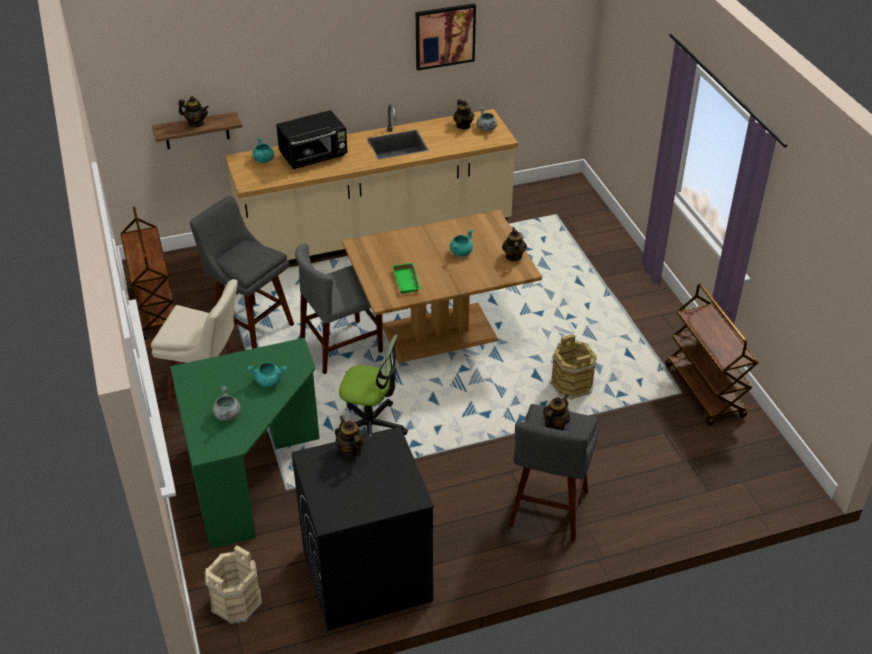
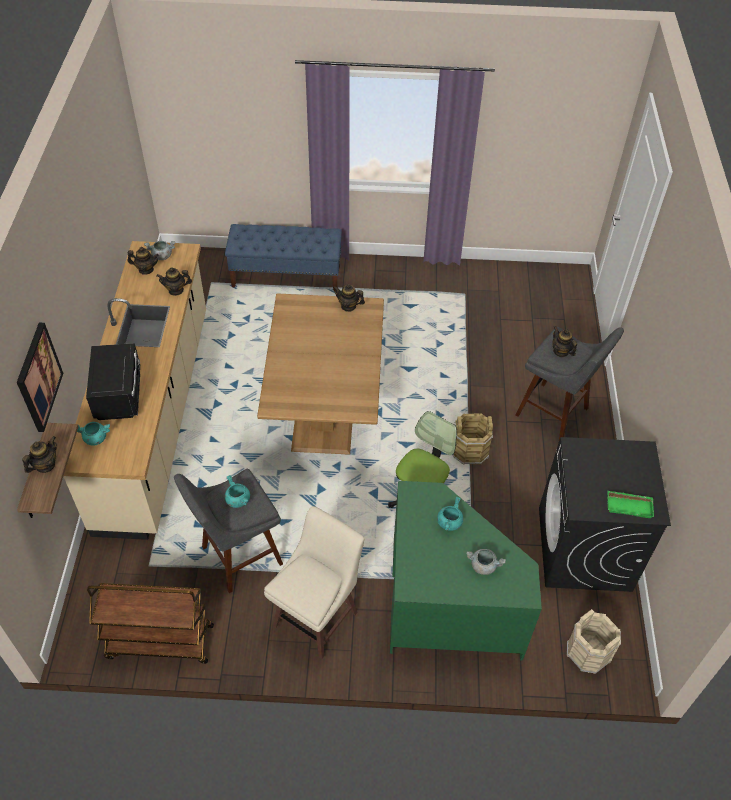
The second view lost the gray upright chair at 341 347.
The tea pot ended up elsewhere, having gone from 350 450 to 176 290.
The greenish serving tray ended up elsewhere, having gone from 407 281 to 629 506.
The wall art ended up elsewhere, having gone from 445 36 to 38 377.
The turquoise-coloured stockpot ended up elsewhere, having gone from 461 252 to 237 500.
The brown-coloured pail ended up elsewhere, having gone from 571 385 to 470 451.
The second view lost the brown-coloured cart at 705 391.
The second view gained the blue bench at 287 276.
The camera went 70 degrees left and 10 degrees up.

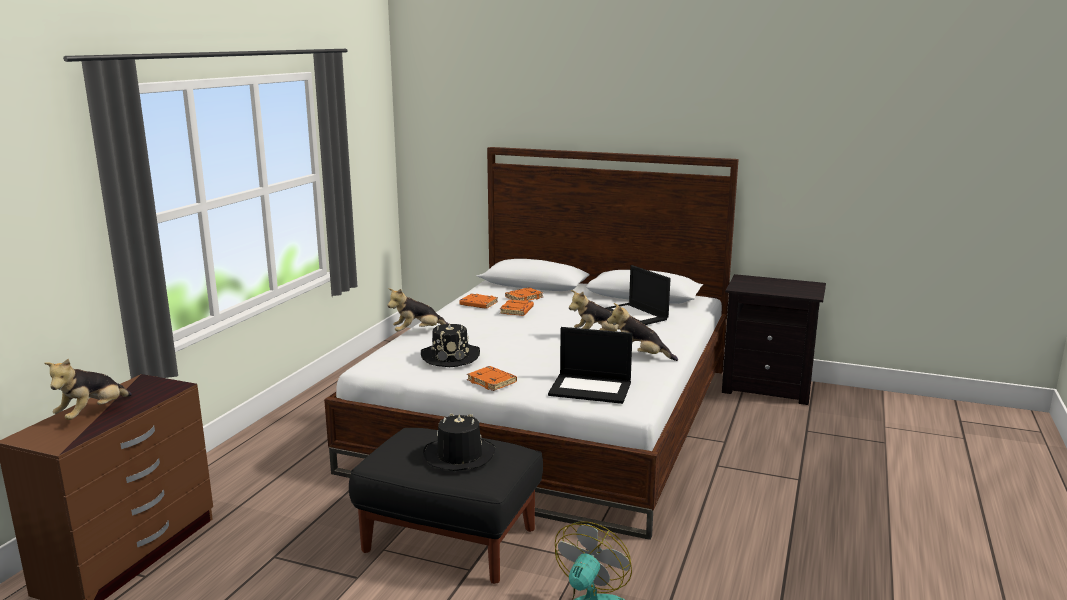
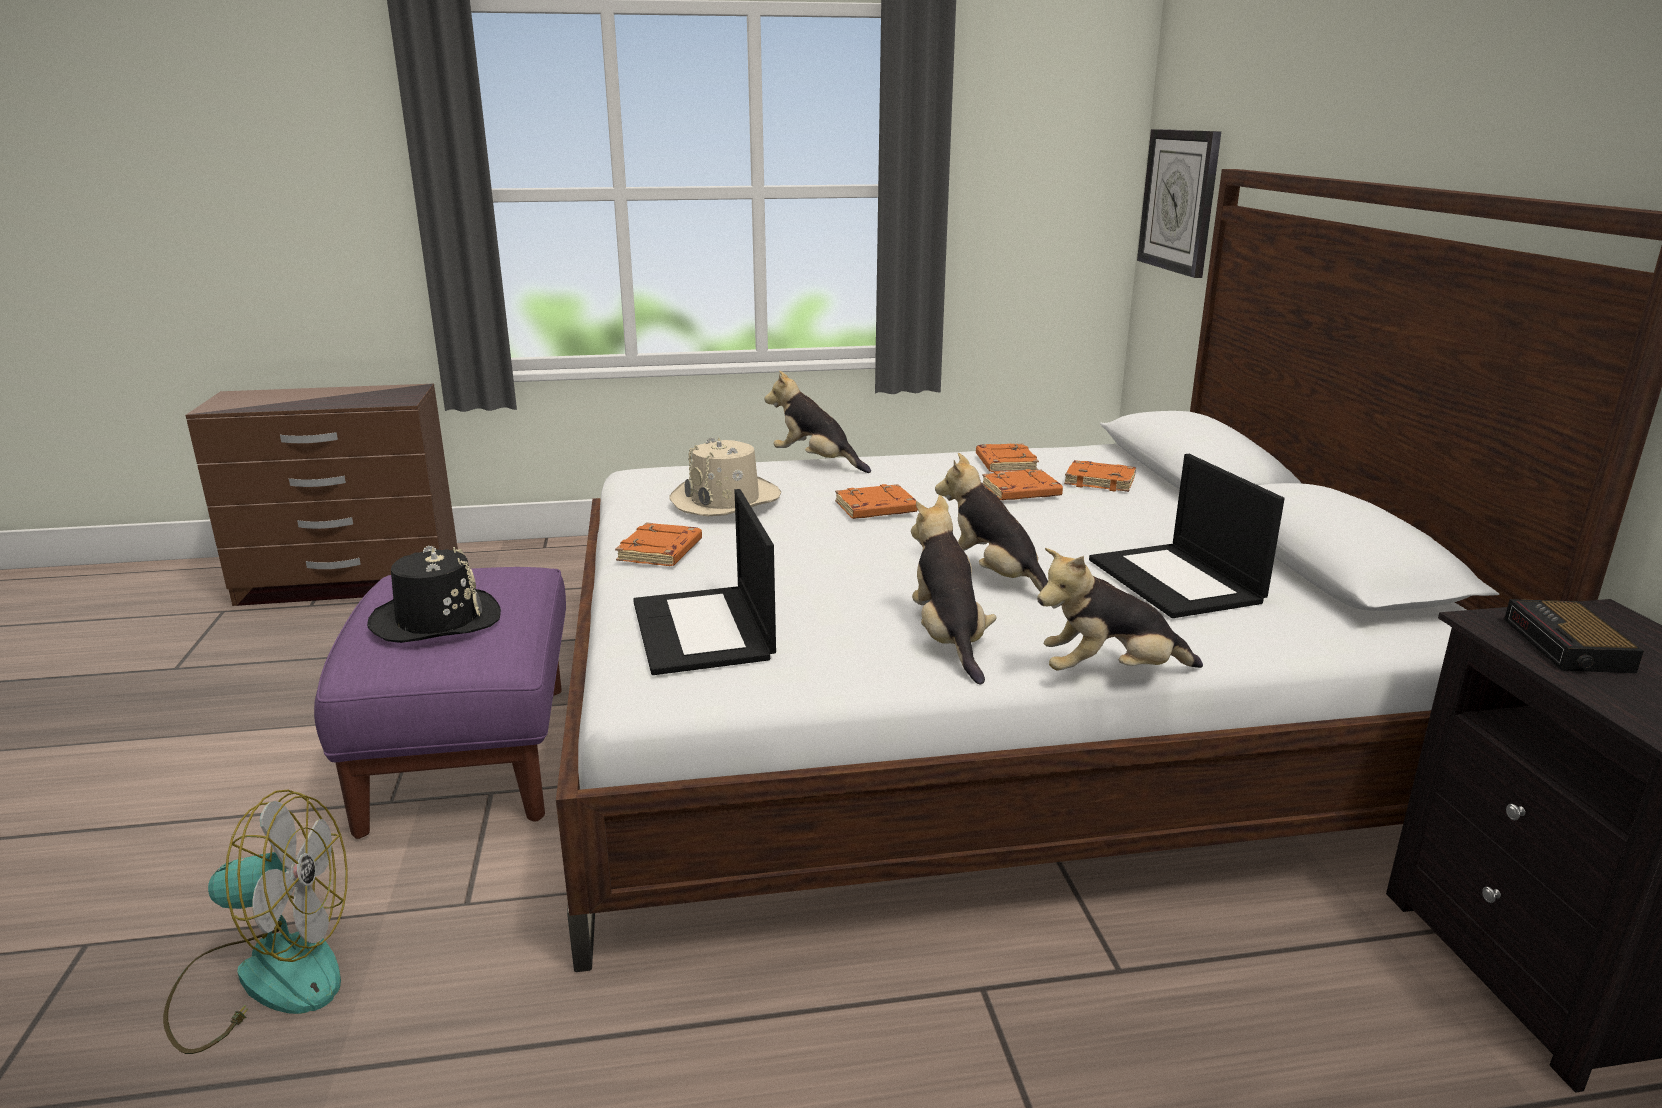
The plush toy ended up elsewhere, having gone from 92 414 to 1110 673.
What was the black-coloured ottoman at 451 540 turned into the purple ottoman at 469 758.
What was the black-coloured wearable hat at 450 356 turned into the sand-coloured wearable hat at 726 500.
The portable computer at 634 315 ended up facing another way, 45 degrees counterclockwise from before.
The second view gained the orange book at 875 509.
The second view gained the clock on the wall at 1179 201.
The second view gained the table clock at 1568 646.
The camera went 60 degrees right and 5 degrees up.

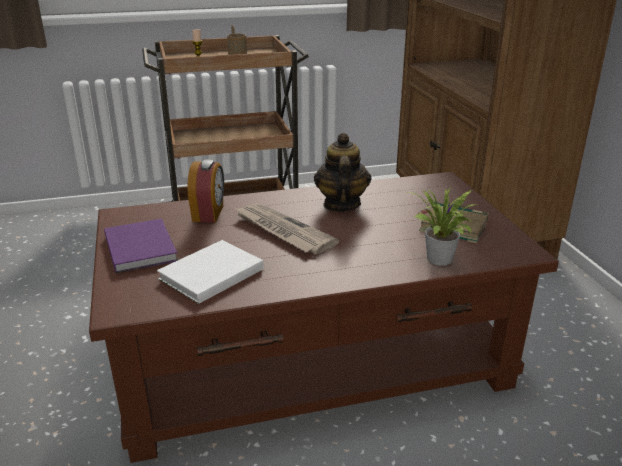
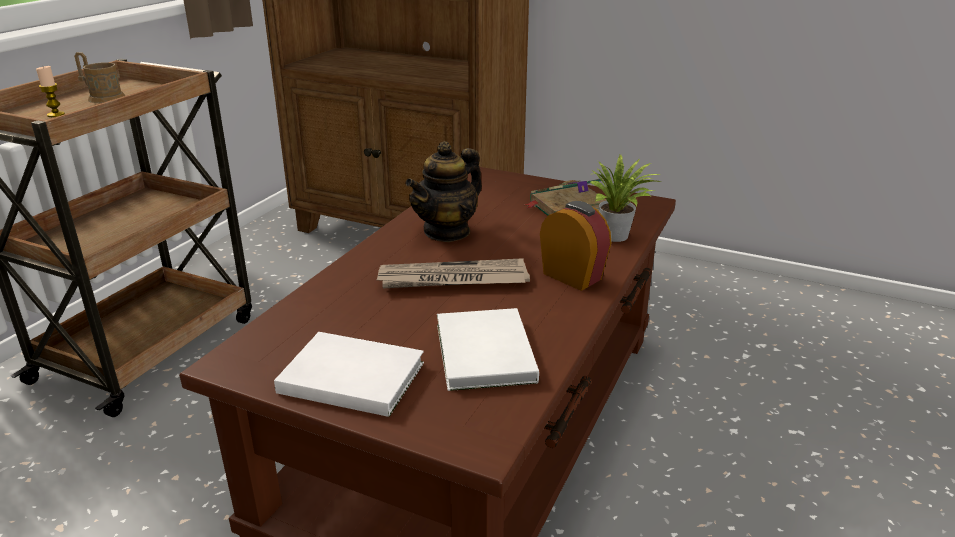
What was the purple book at 141 247 turned into the white book at 349 376.
The table clock ended up elsewhere, having gone from 209 214 to 573 276.
The tea pot at 341 205 ended up facing another way, 90 degrees counterclockwise from before.
The camera went 50 degrees left and 0 degrees up.

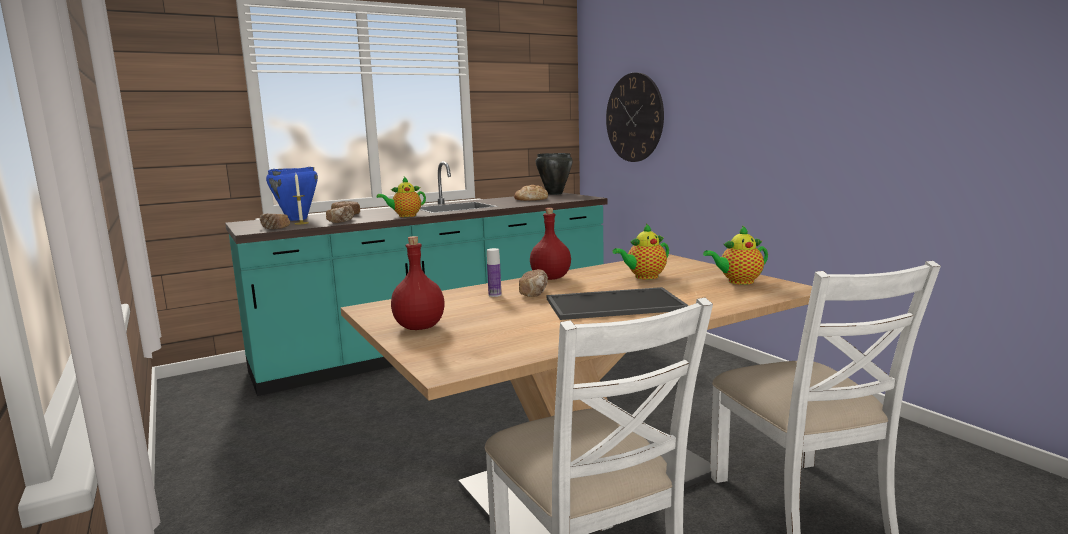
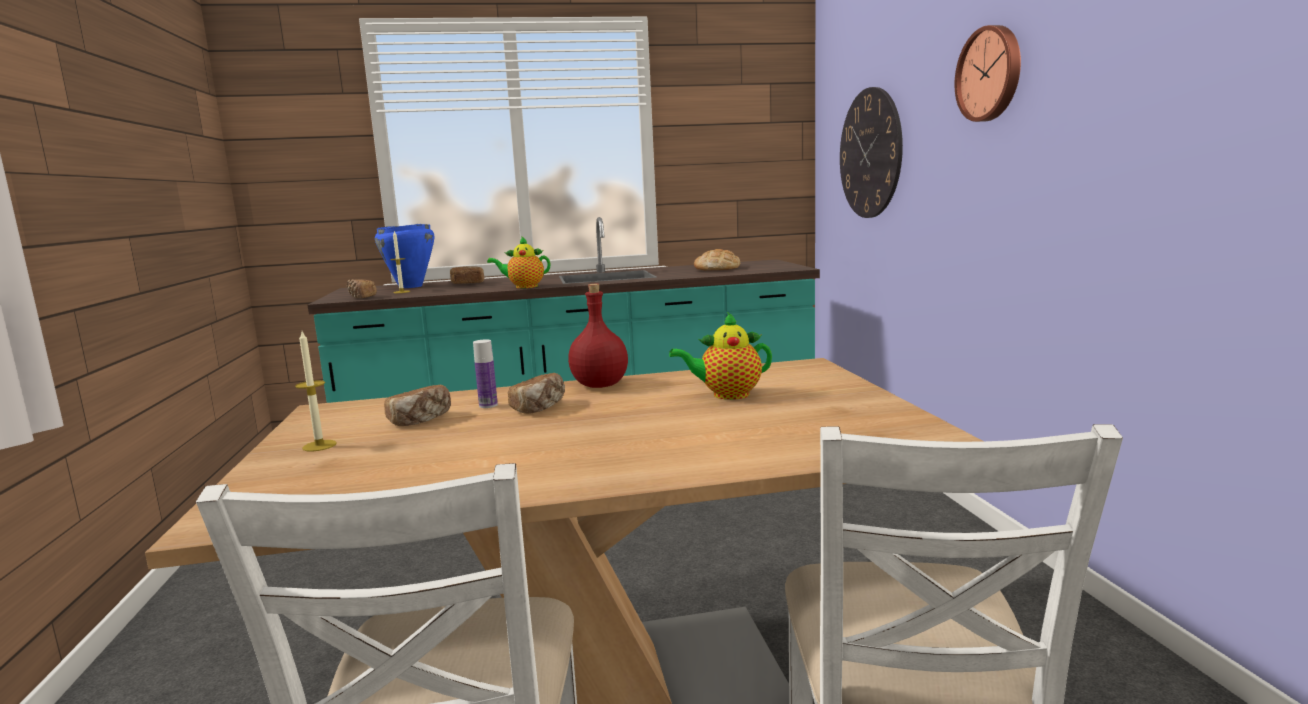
The bread ended up elsewhere, having gone from 342 221 to 421 420.
Where the red bottle stood at 419 327, the candle came to stand at 319 445.
The second view lost the black-coloured stockpot at 554 194.
The second view lost the serving tray at 615 304.
The second view lost the tea pot at 738 282.
The second view gained the clock on the wall at 990 74.
The camera went 20 degrees right and 0 degrees up.

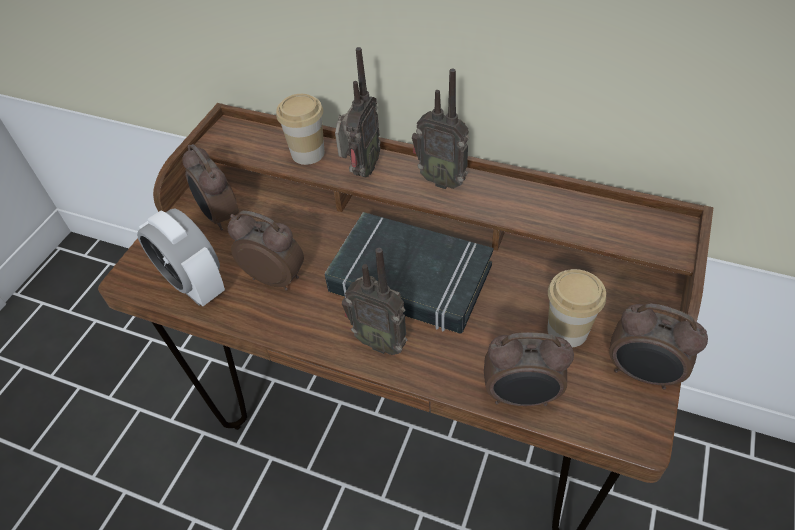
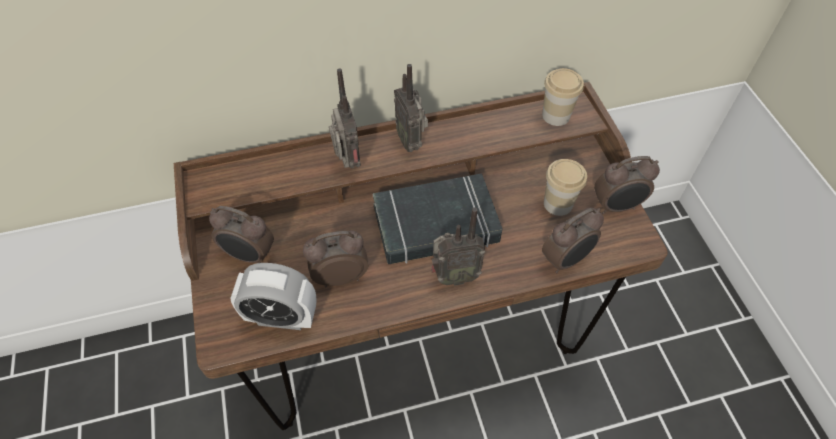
The cup ended up elsewhere, having gone from 308 153 to 556 115.
The radio set at 442 179 ended up facing another way, 75 degrees clockwise from before.
The camera went 40 degrees left and 5 degrees up.

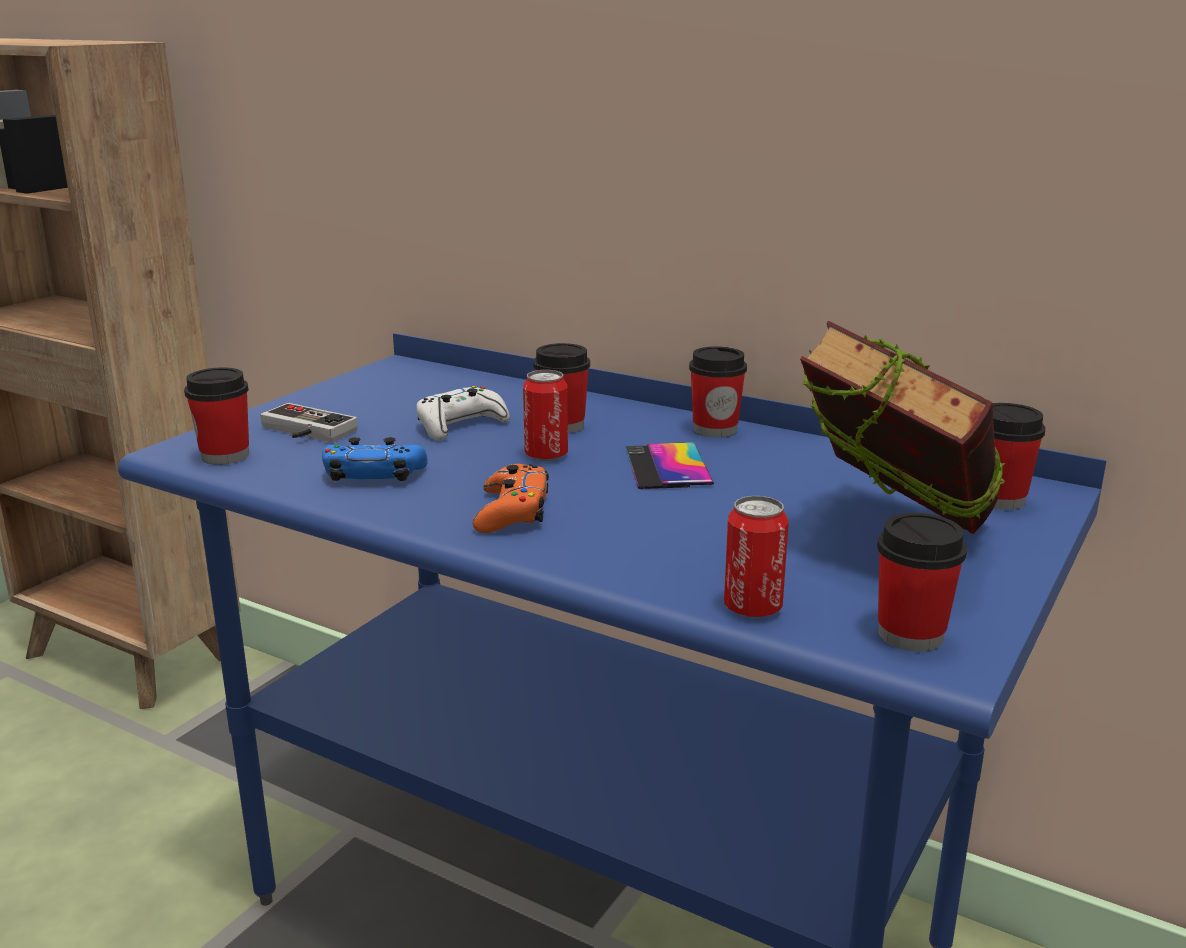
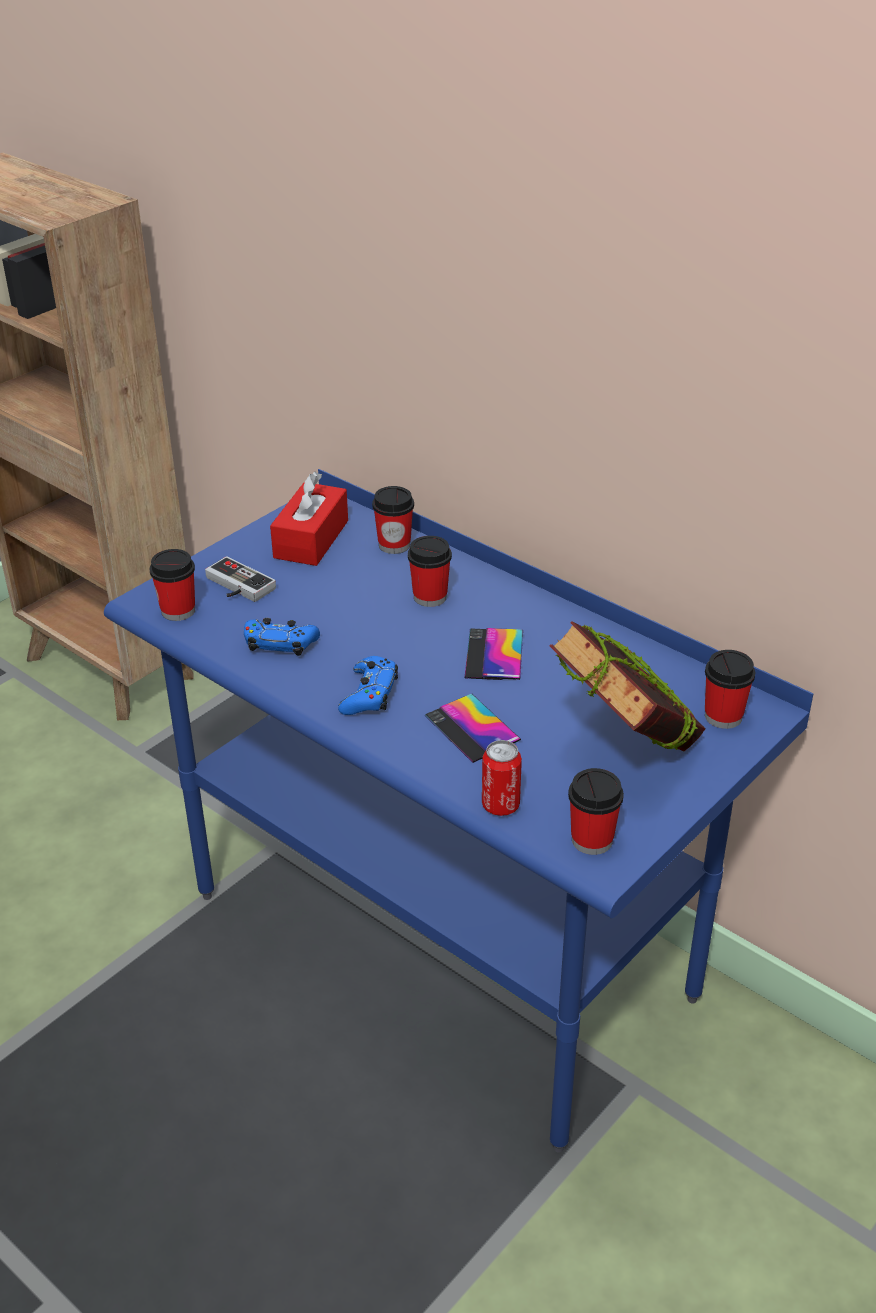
The second view lost the white gamepad at 460 425.
What was the orange gamepad at 512 512 turned into the blue gamepad at 369 694.
The second view lost the can at 546 455.
The cup ended up elsewhere, having gone from 715 430 to 394 545.
The second view gained the red tissue holder at 311 539.
The second view gained the handset at 472 728.
The camera went 10 degrees right and 15 degrees up.

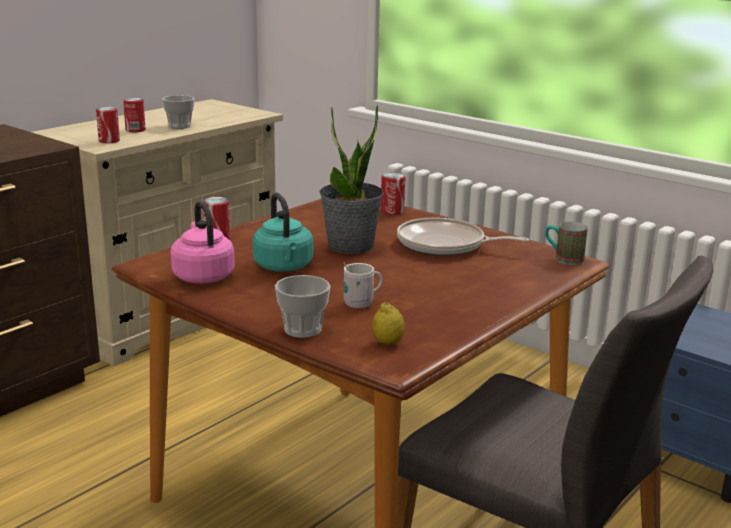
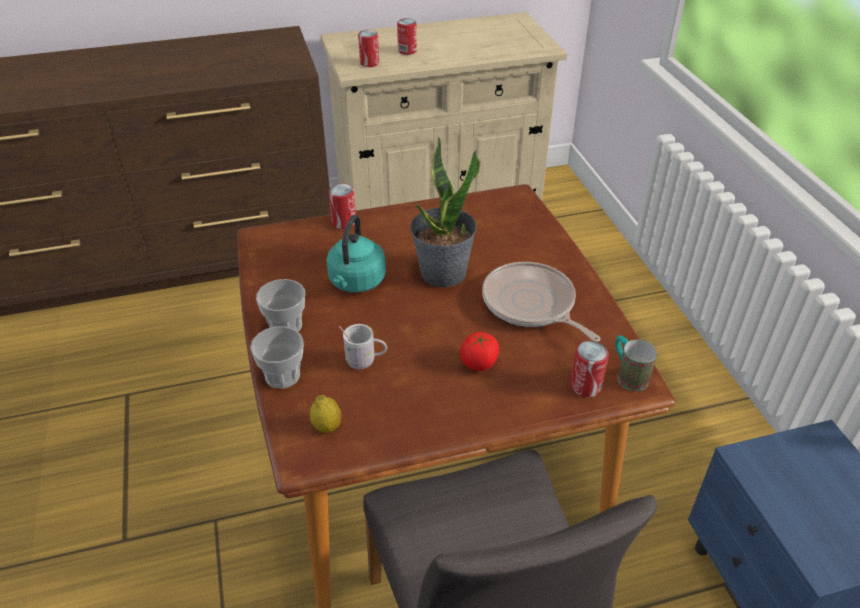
The cup ended up elsewhere, having gone from 179 126 to 286 326.
The second view lost the pink kettle at 202 276.
The can ended up elsewhere, having gone from 392 211 to 585 386.
The second view gained the fresh tomato at 479 363.
The camera went 35 degrees right and 20 degrees up.

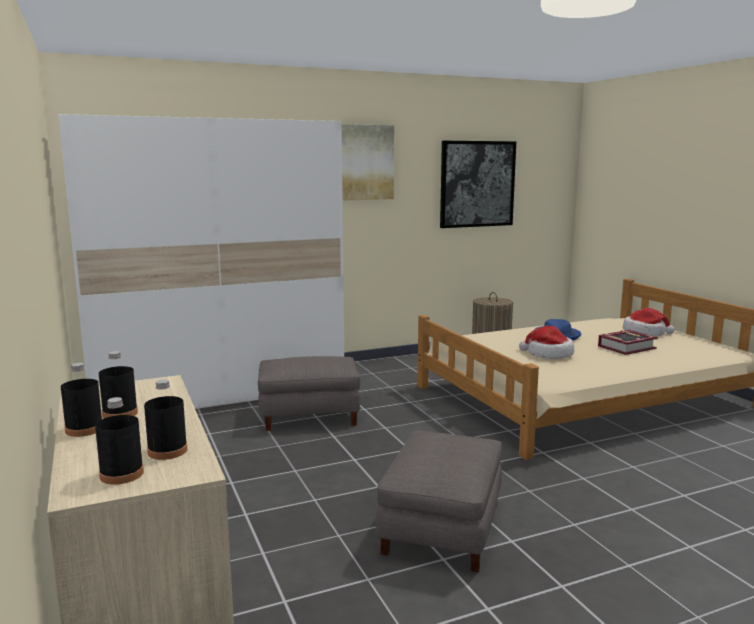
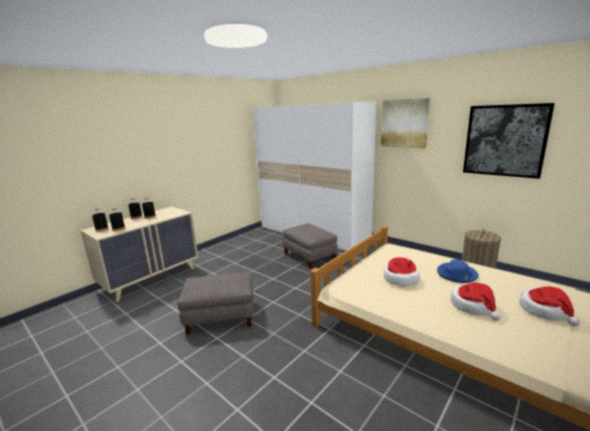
Where the book stood at 626 347, the wearable hat came to stand at 473 306.
The camera went 65 degrees right and 5 degrees up.

